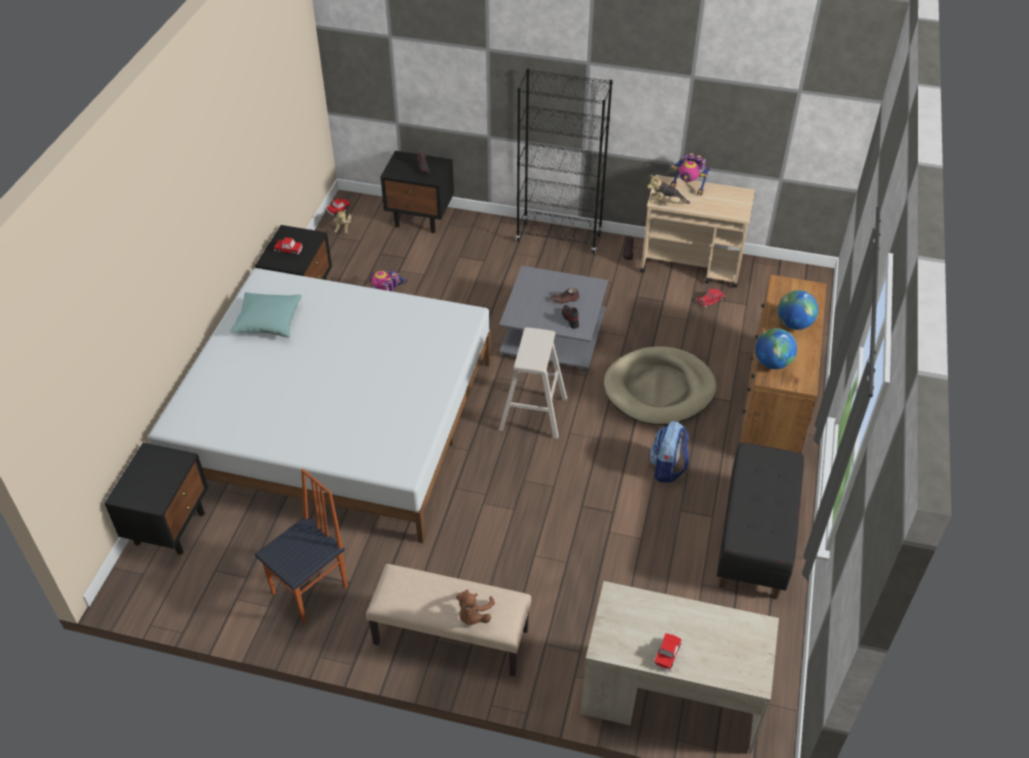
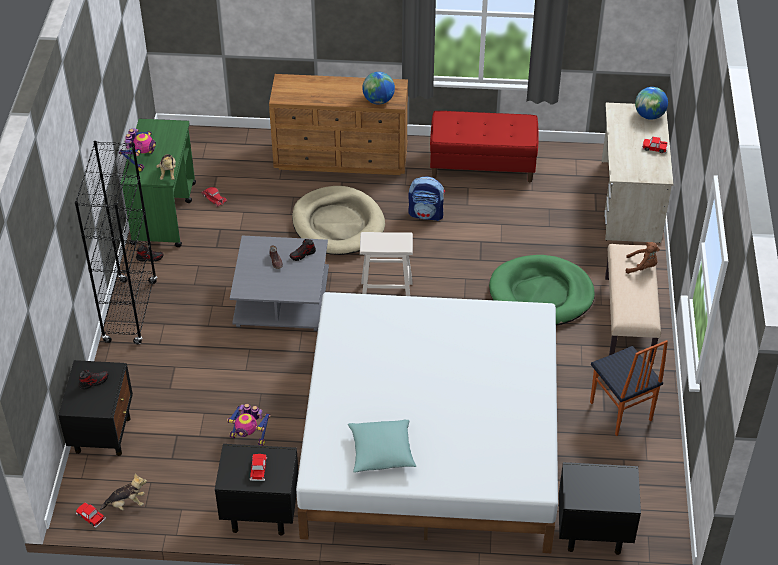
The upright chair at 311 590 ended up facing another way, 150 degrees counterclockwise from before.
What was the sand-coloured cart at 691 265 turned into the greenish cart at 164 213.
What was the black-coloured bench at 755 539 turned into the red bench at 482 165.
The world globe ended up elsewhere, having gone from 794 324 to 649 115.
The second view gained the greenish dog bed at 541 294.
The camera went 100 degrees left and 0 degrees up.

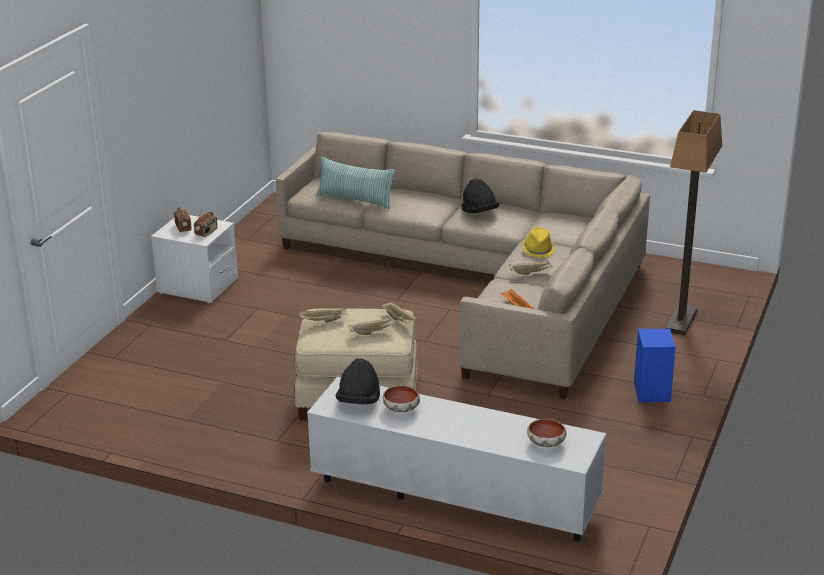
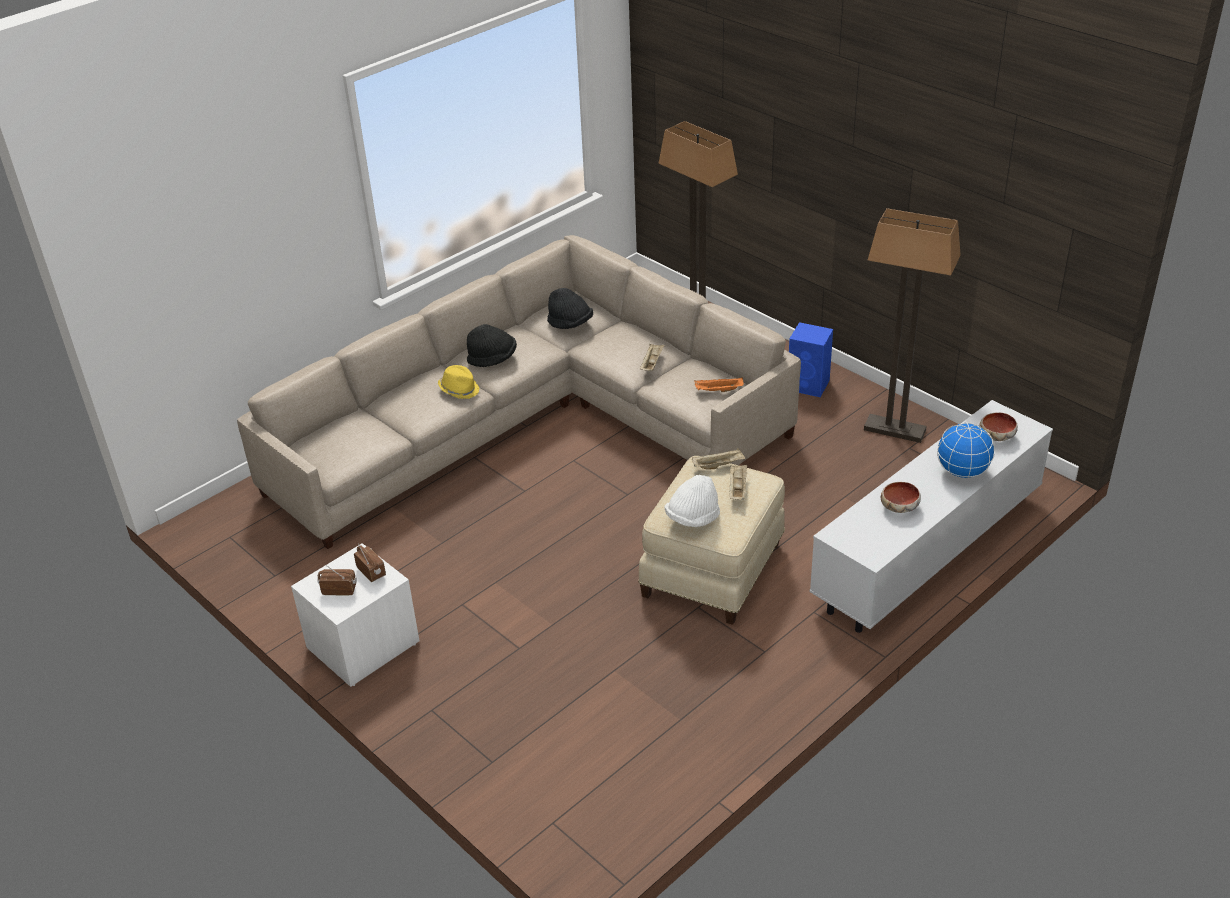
Where the sand-coloured serving tray stood at 322 321, the white wearable hat came to stand at 692 518.
The second view lost the throw pillow at 355 199.
The black-coloured wearable hat ended up elsewhere, having gone from 359 401 to 570 324.
The yellow wearable hat ended up elsewhere, having gone from 538 250 to 459 389.
The second view gained the standing lamp at 895 430.
The second view gained the world globe at 962 472.
The camera went 65 degrees left and 10 degrees up.

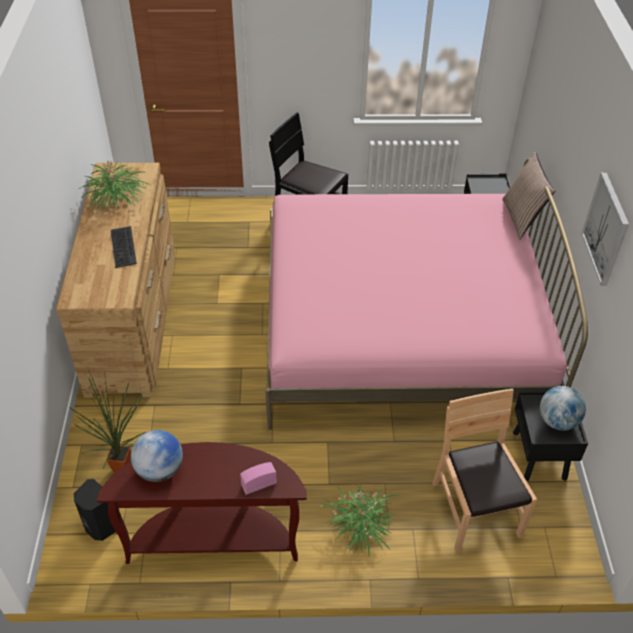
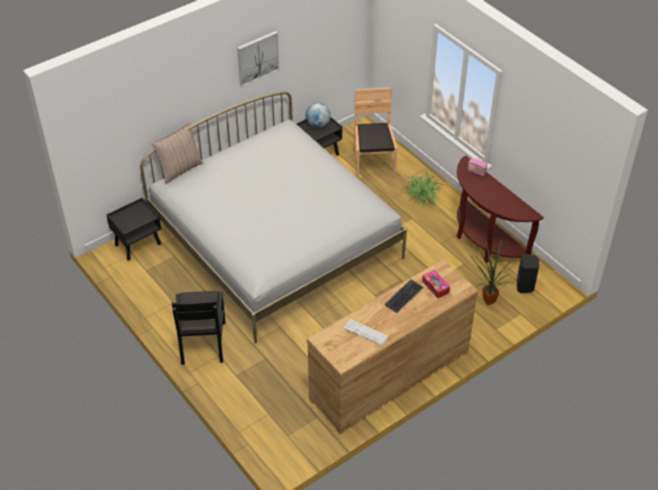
Where the houseplant stood at 116 198, the keyboard came to stand at 366 332.
The second view lost the world globe at 160 470.
What was the pink bed at 400 329 turned into the white bed at 275 241.
The brown-coloured upright chair at 474 510 ended up facing another way, 135 degrees clockwise from before.
The second view gained the tissue holder at 435 287.
The camera went 125 degrees left and 0 degrees up.

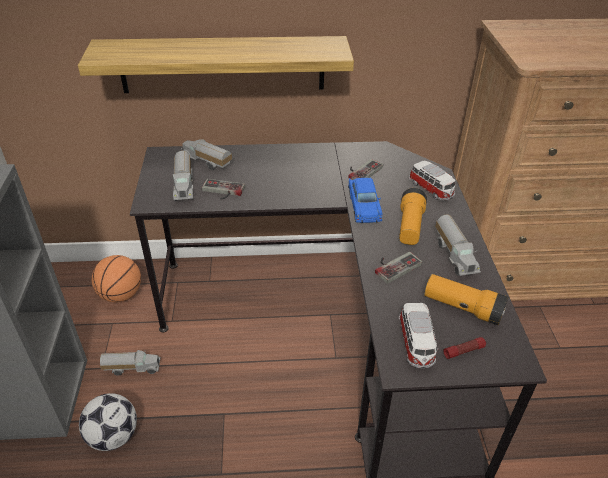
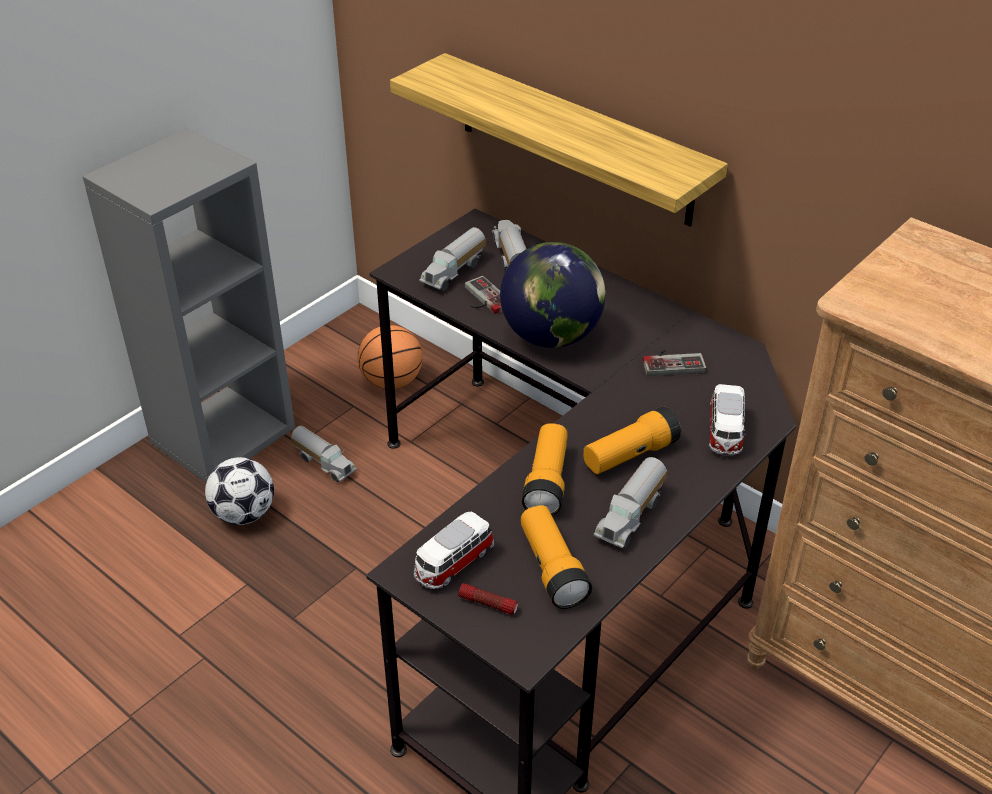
The second view lost the blue toy car at 364 206.
Where the gamepad stood at 394 265, the hand torch came to stand at 547 482.
The second view gained the world globe at 551 336.
The camera went 45 degrees right and 0 degrees up.

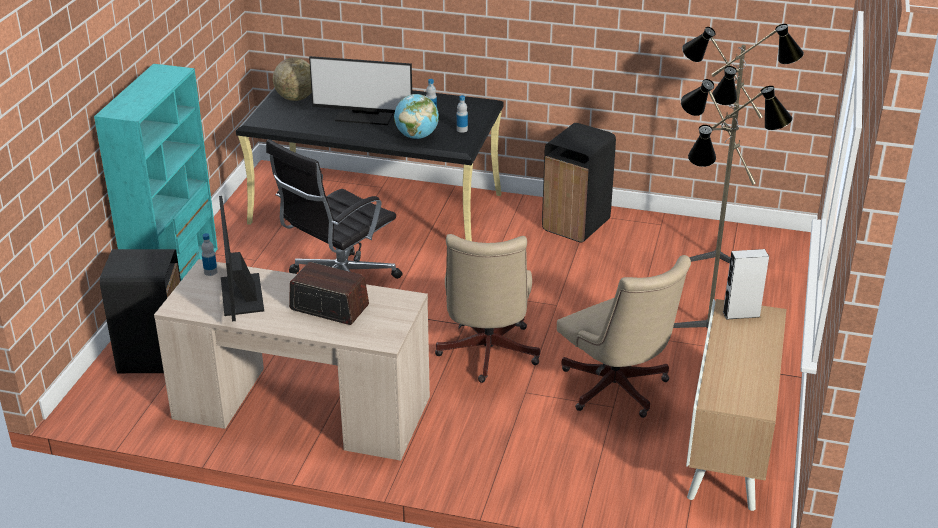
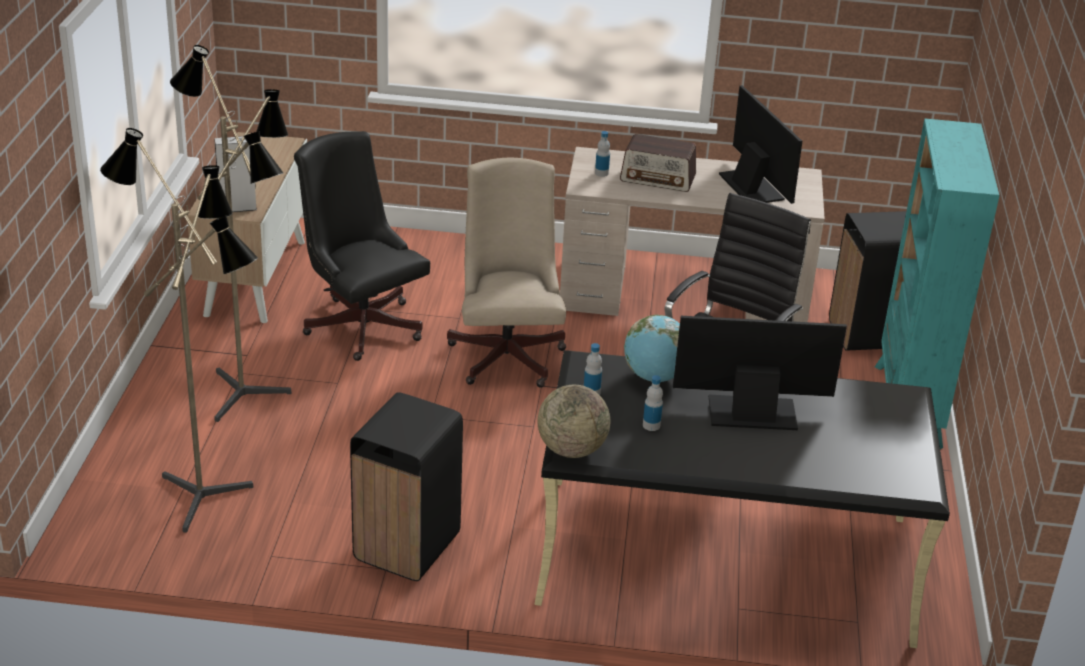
The bottle ended up elsewhere, having gone from 210 272 to 601 173.
The world globe ended up elsewhere, having gone from 295 98 to 571 449.
What was the sand-coloured computer chair at 617 391 turned into the black-coloured computer chair at 360 323.
The camera went 170 degrees right and 0 degrees up.

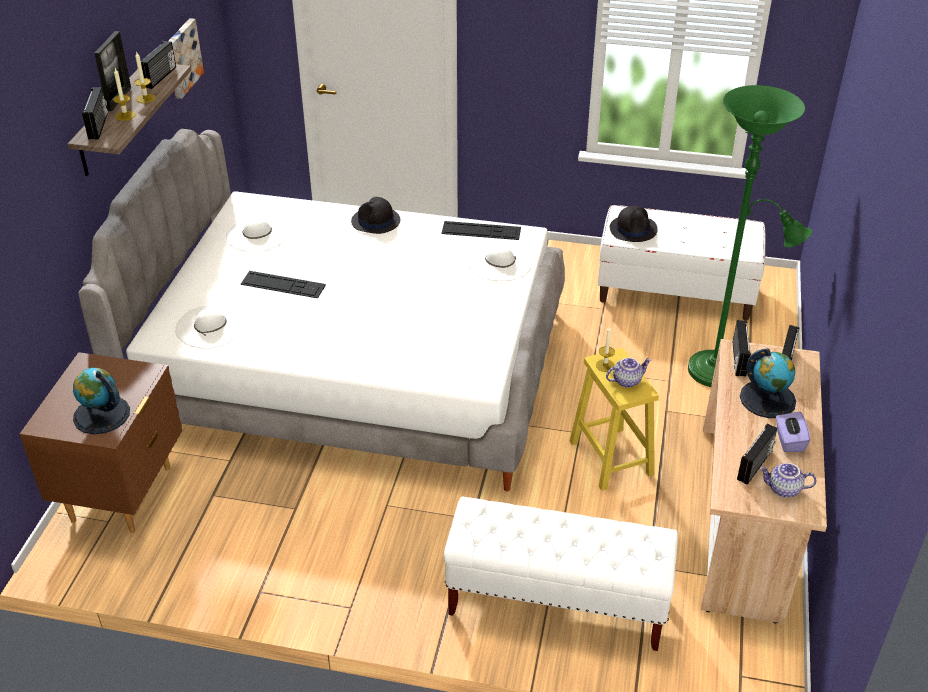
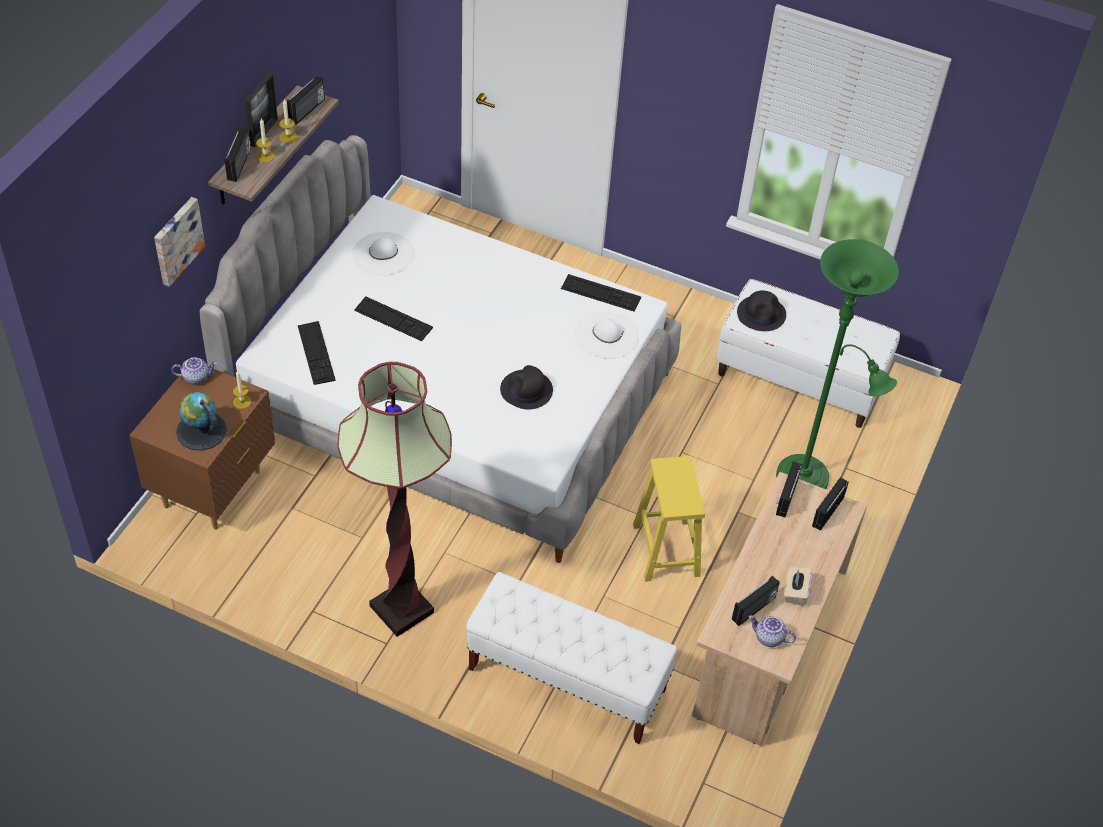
The wall art ended up elsewhere, having gone from 182 58 to 176 240.
Where the white wearable hat stood at 210 326, the keyboard came to stand at 316 353.
The black-coloured wearable hat ended up elsewhere, having gone from 376 221 to 526 390.
The candle ended up elsewhere, having gone from 605 365 to 242 402.
The tea pot ended up elsewhere, having gone from 626 380 to 196 377.
The second view lost the world globe at 767 399.
What was the purple tissue holder at 789 441 turned into the sand-coloured tissue holder at 795 592.
The second view gained the standing lamp at 401 609.
The camera went 10 degrees right and 10 degrees up.

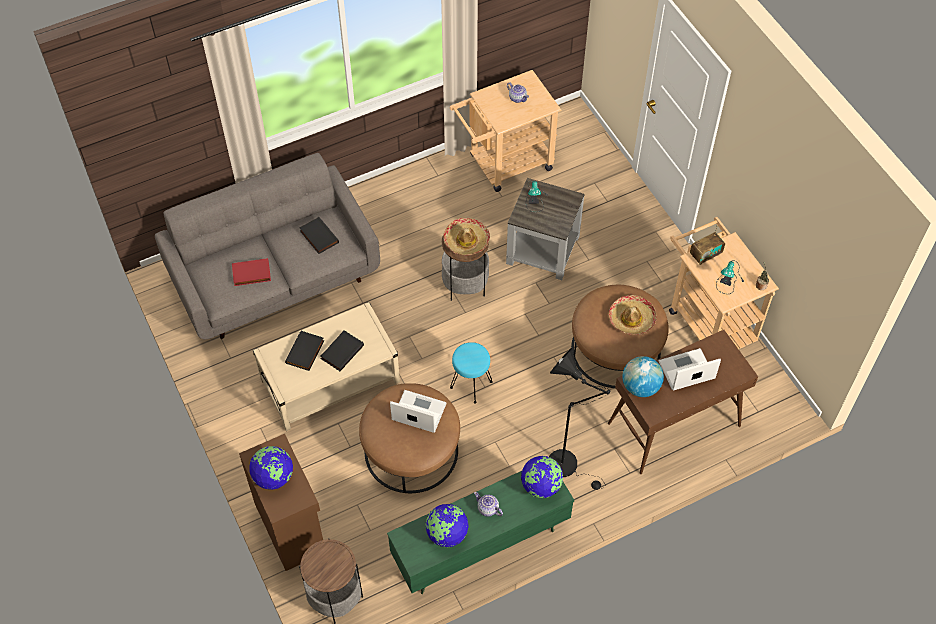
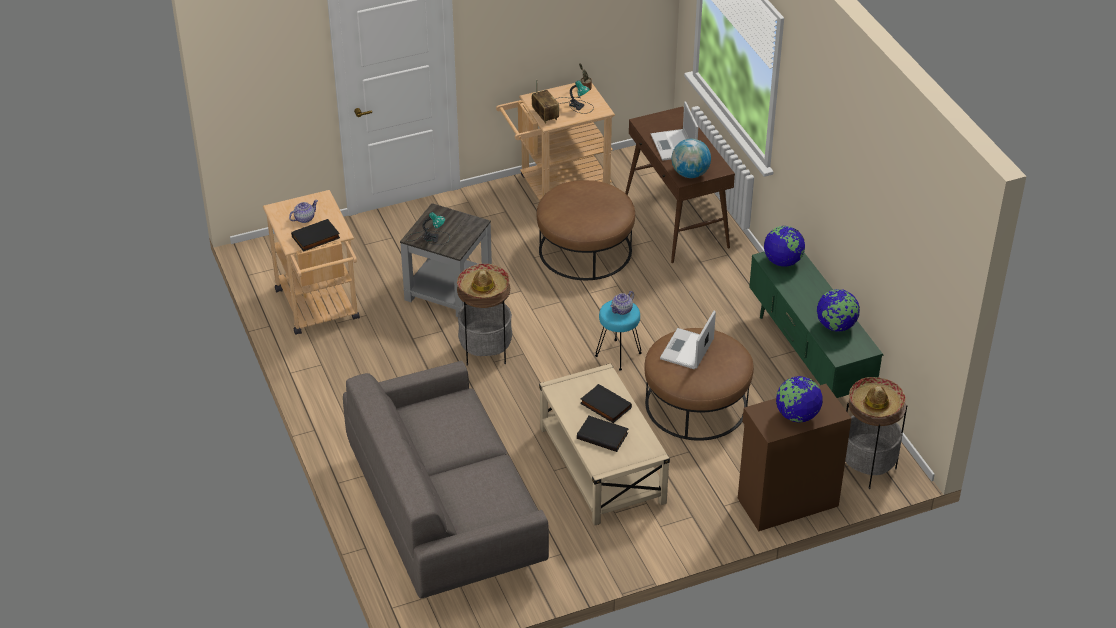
The second view lost the red book at 251 274.
The black-coloured book ended up elsewhere, having gone from 318 237 to 316 238.
The tea pot ended up elsewhere, having gone from 488 509 to 622 310.
The second view lost the black-coloured standing lamp at 568 466.
The wearable hat ended up elsewhere, having gone from 631 319 to 876 403.
The camera went 85 degrees left and 15 degrees down.

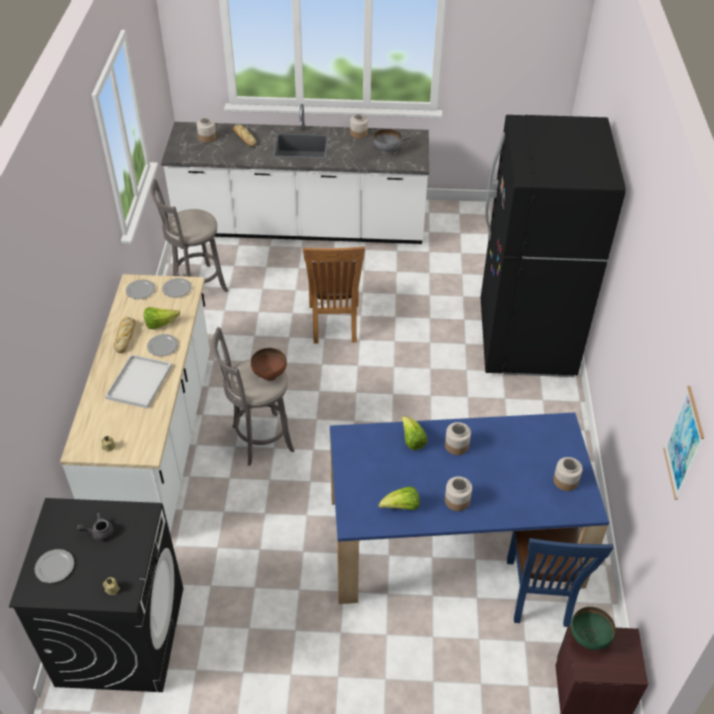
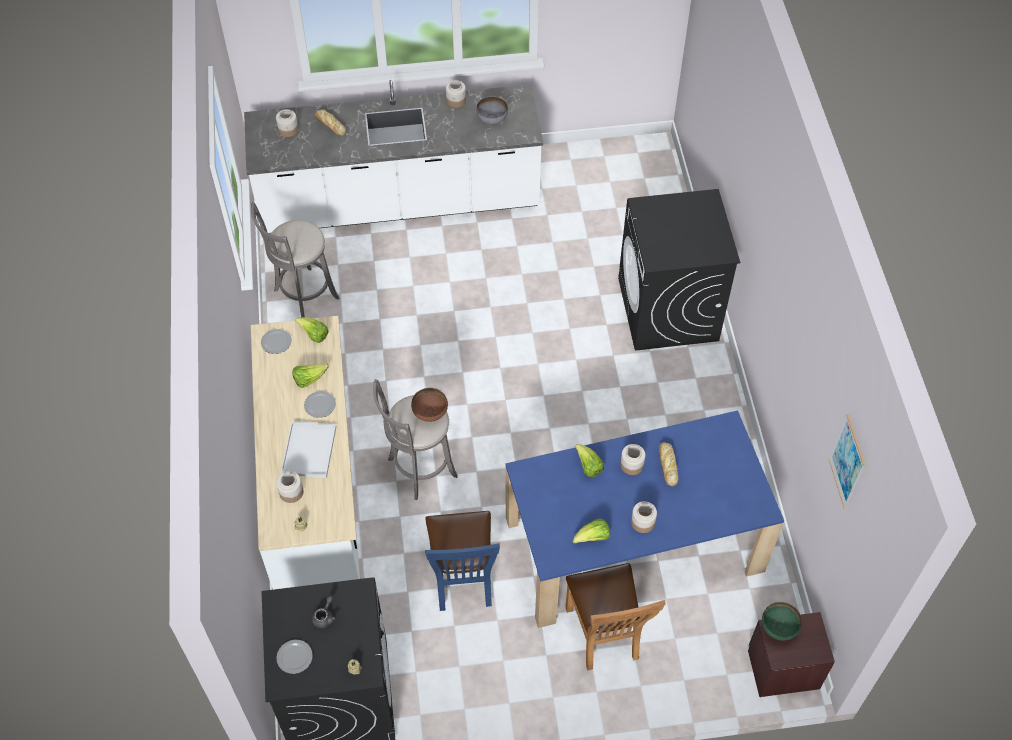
The gray tea pot at 99 532 ended up facing another way, 135 degrees clockwise from before.
The bread ended up elsewhere, having gone from 125 336 to 667 464.
Where the dinner plate stood at 177 289, the lettuce came to stand at 314 335.
The brown-coloured upright chair ended up elsewhere, having gone from 334 326 to 605 637.
Where the black-coloured refrigerator stood at 526 340, the black-coloured laundry appliance came to stand at 668 310.
The blue upright chair ended up elsewhere, having gone from 539 596 to 463 581.
The storage jar ended up elsewhere, having gone from 565 480 to 291 492.
The camera went 10 degrees left and 10 degrees up.

